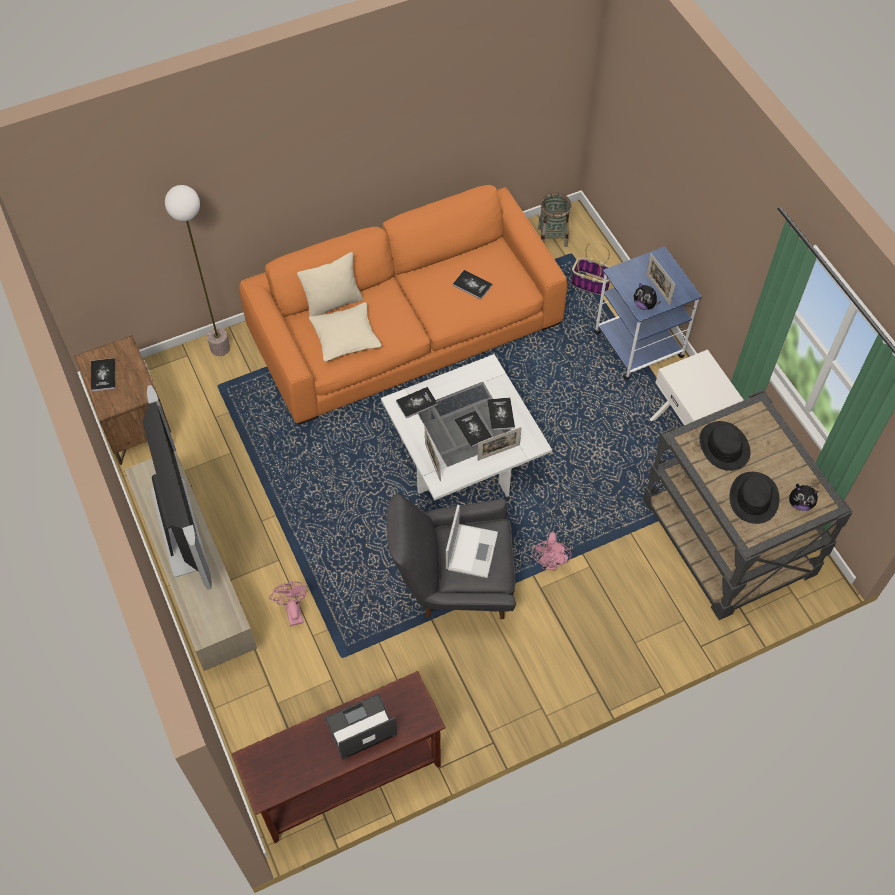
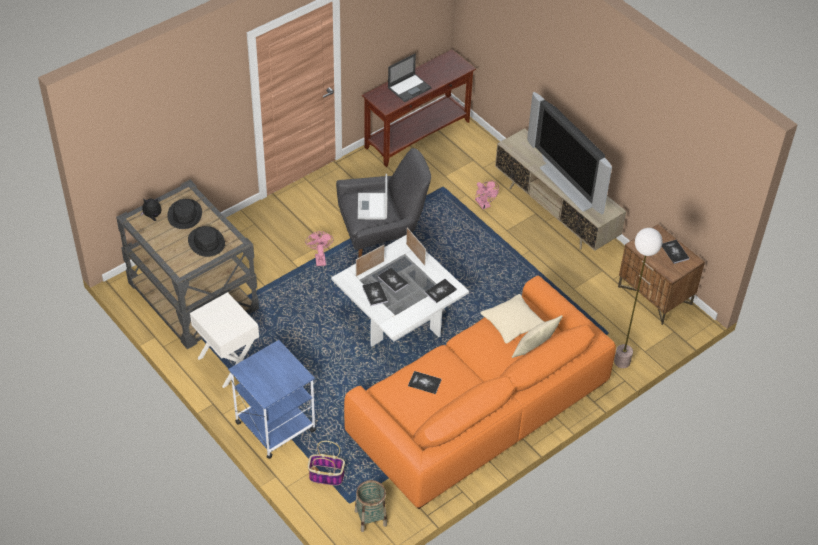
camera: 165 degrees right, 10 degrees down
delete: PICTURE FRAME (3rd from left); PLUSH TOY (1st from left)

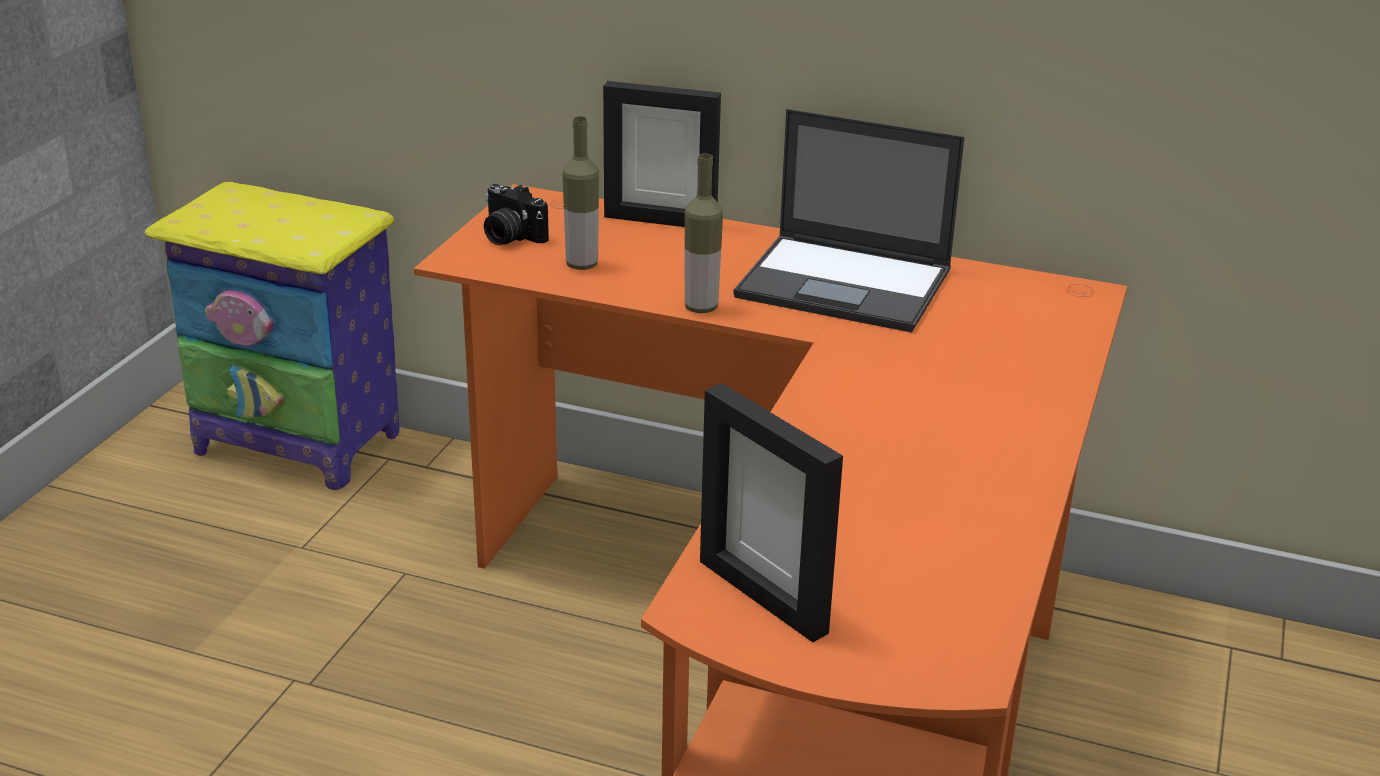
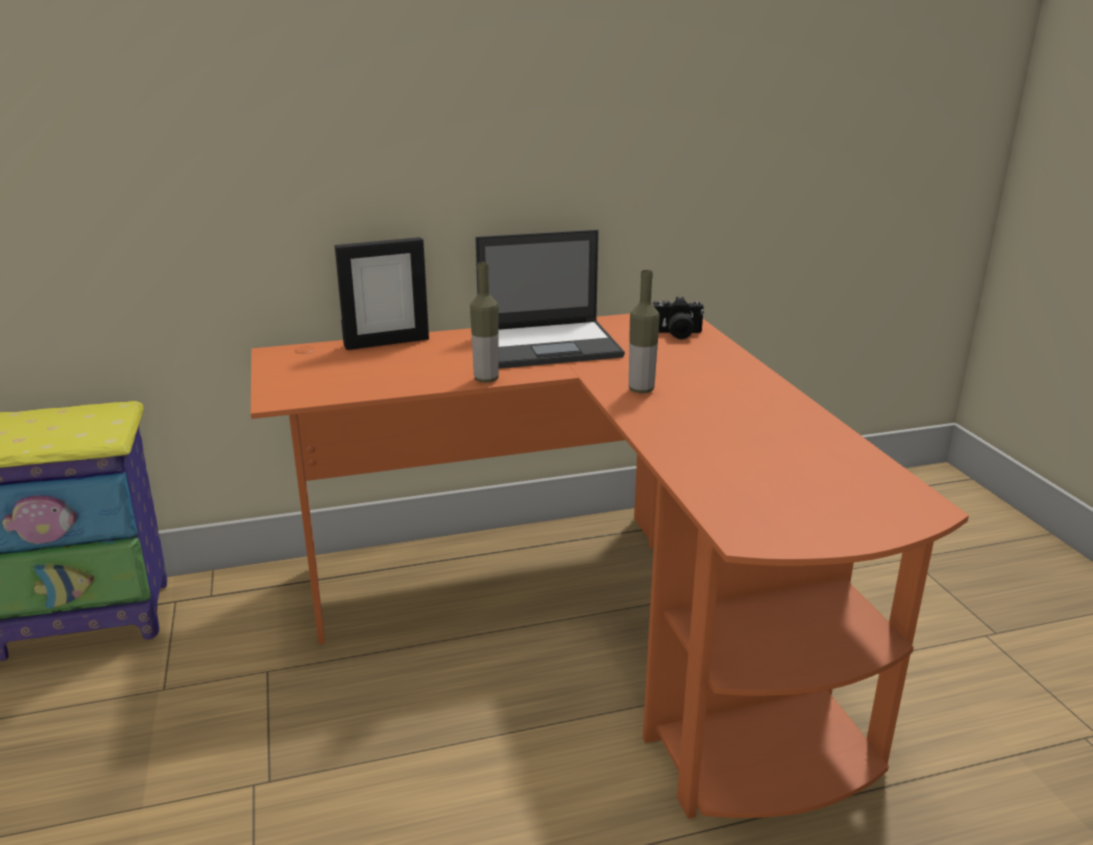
camera: 35 degrees left, 5 degrees down
delete: PICTURE FRAME (2nd from left)
move: BOTTLE (1st from left in the first image) to BOTTLE (2nd from left); PHOTO CAMERA

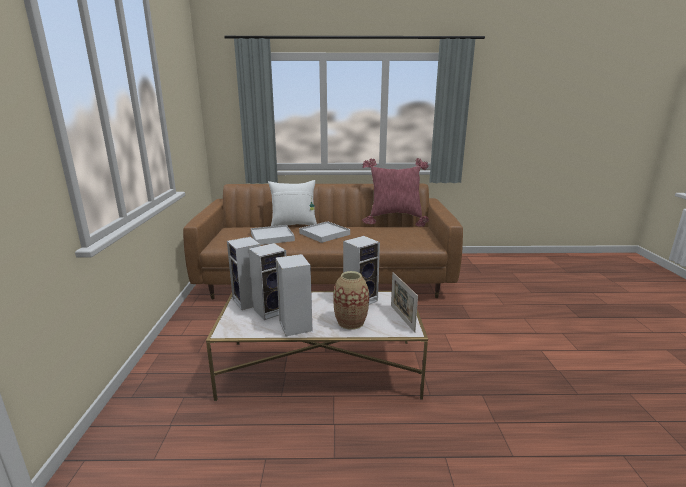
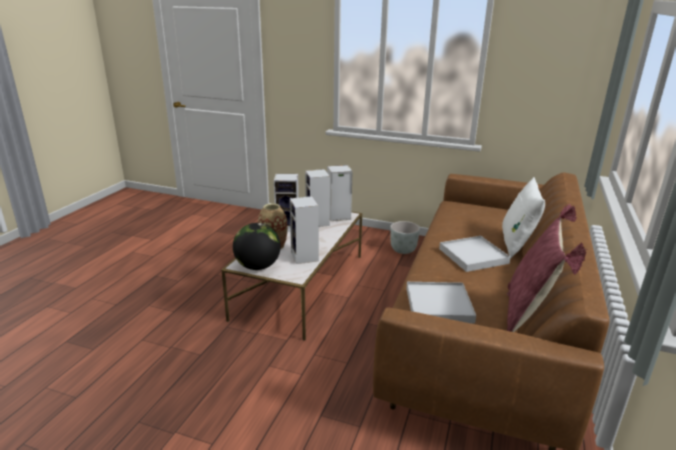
camera: 110 degrees right, 5 degrees up
insert: GREY PLANTER
move: WHITE TRAY (1st from left)
replace: PICTURE FRAME to GLOBE

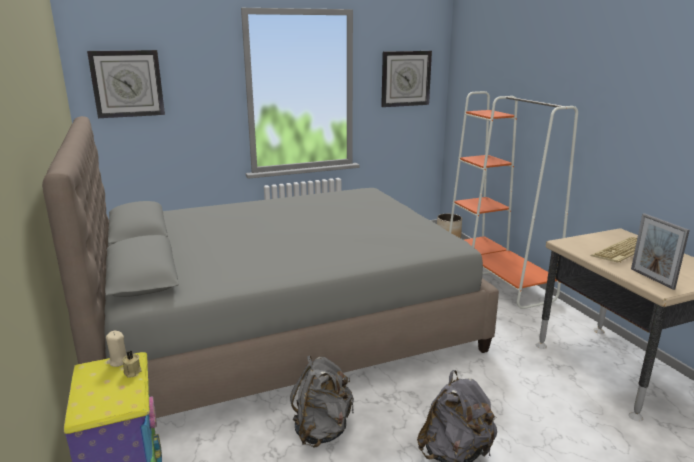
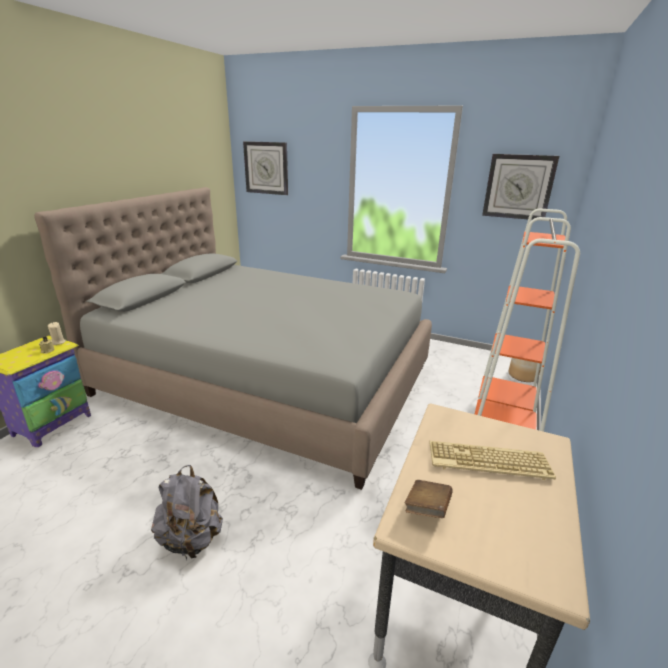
camera: 45 degrees right, 5 degrees up
delete: GREY BACKPACK (1st from left)
replace: PICTURE FRAME to BROWN BOOK

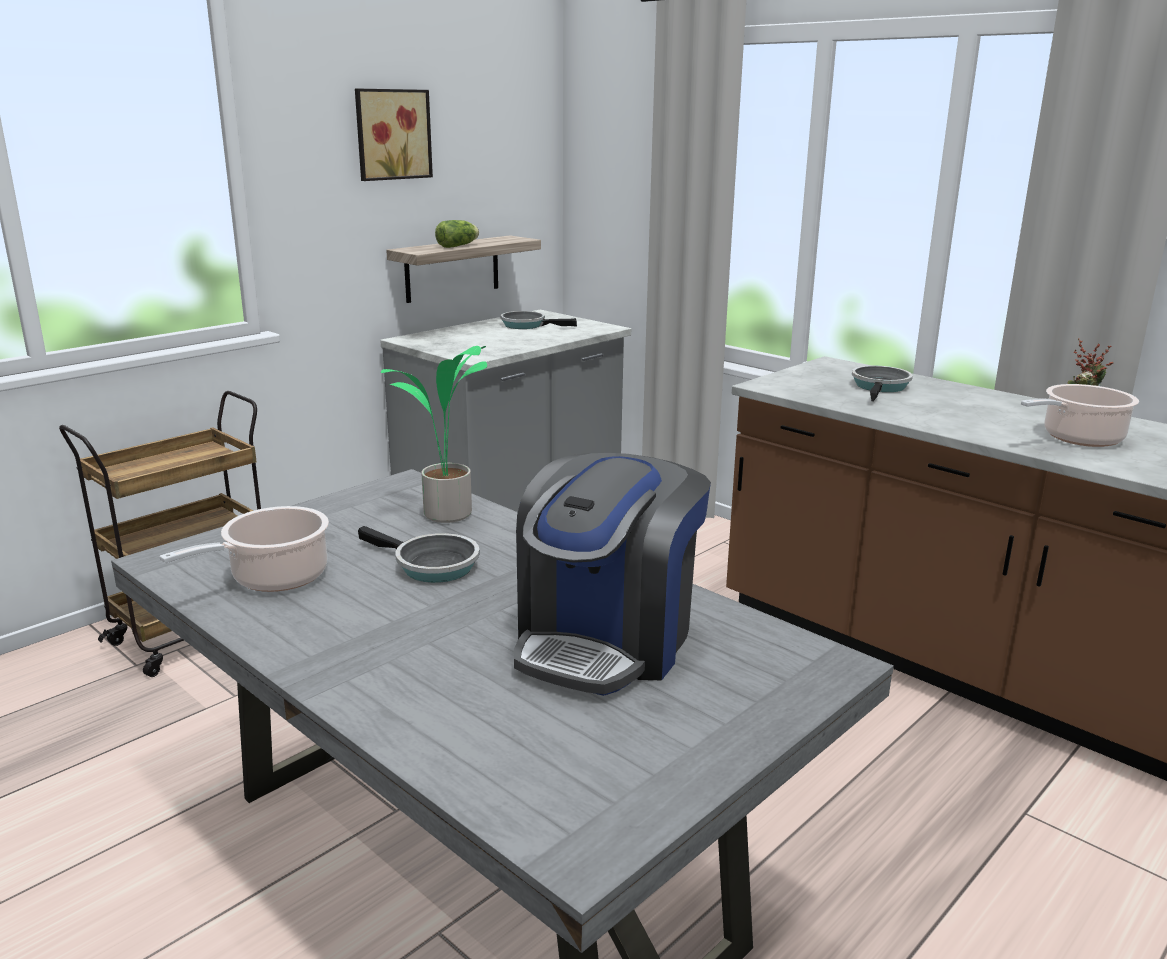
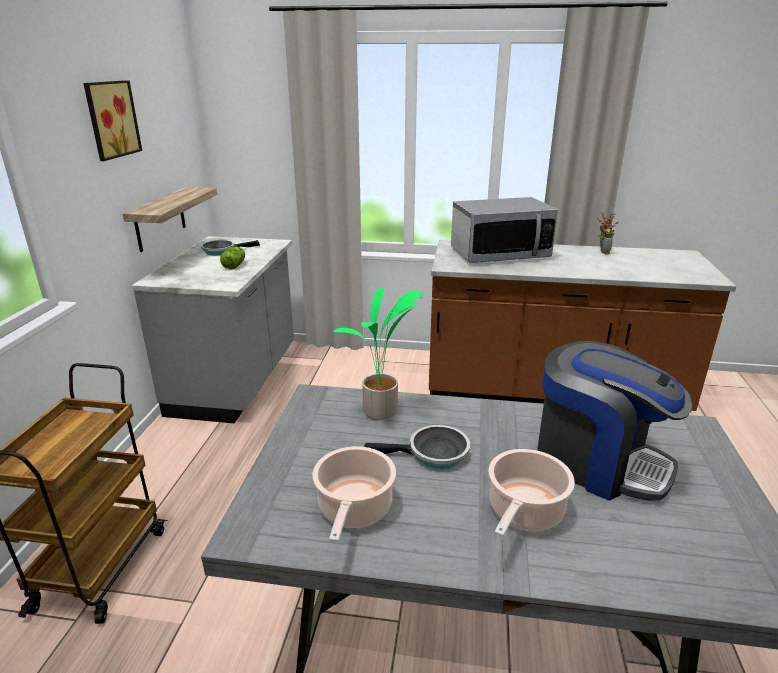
camera: 35 degrees left, 5 degrees up
move: LETTUCE; COOKING POT (2nd from left)
replace: FRYING PAN (3rd from left) to MICROWAVE
rotate: COFFEE MACHINE 45 degrees counterclockwise

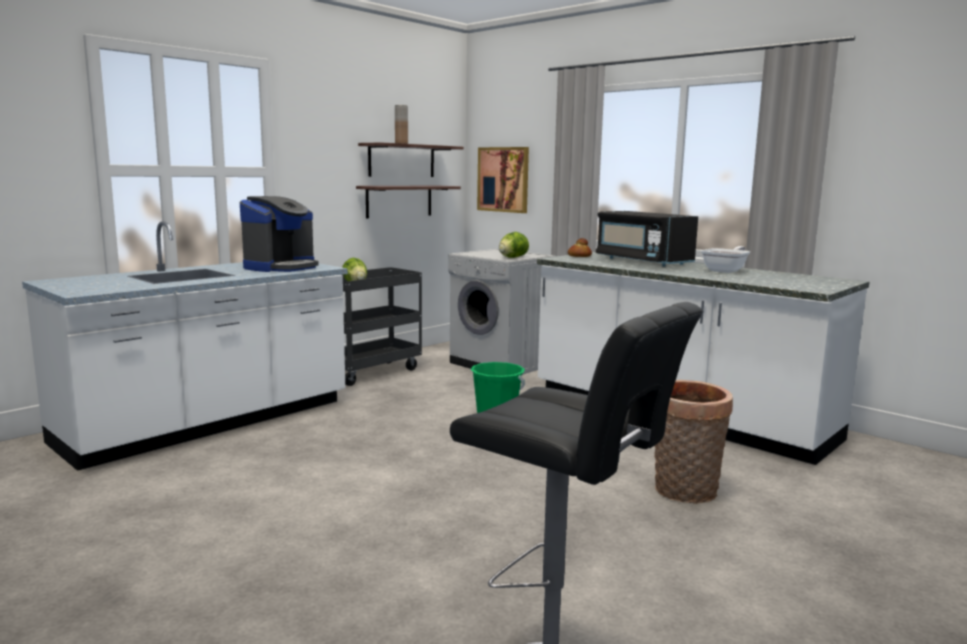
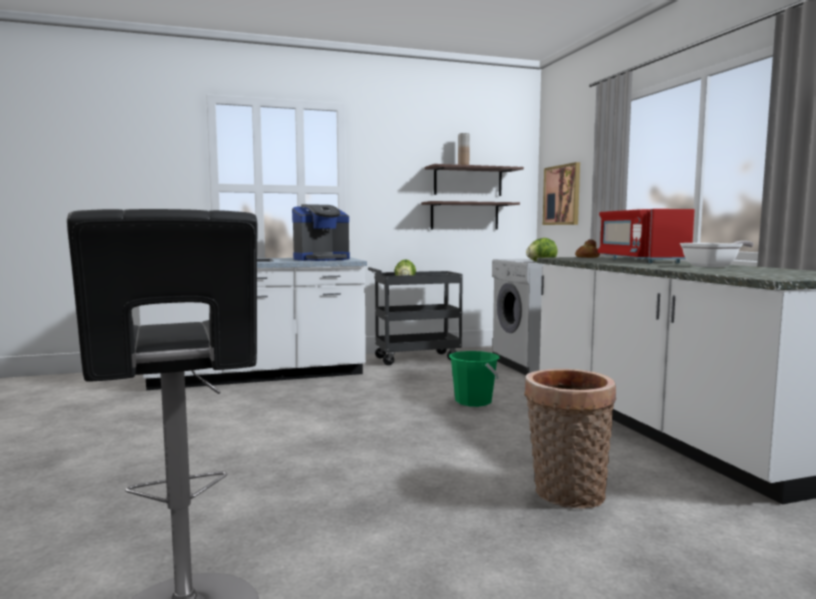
camera: 30 degrees right, 5 degrees down
recolor: BLACK MICROWAVE to RED MICROWAVE

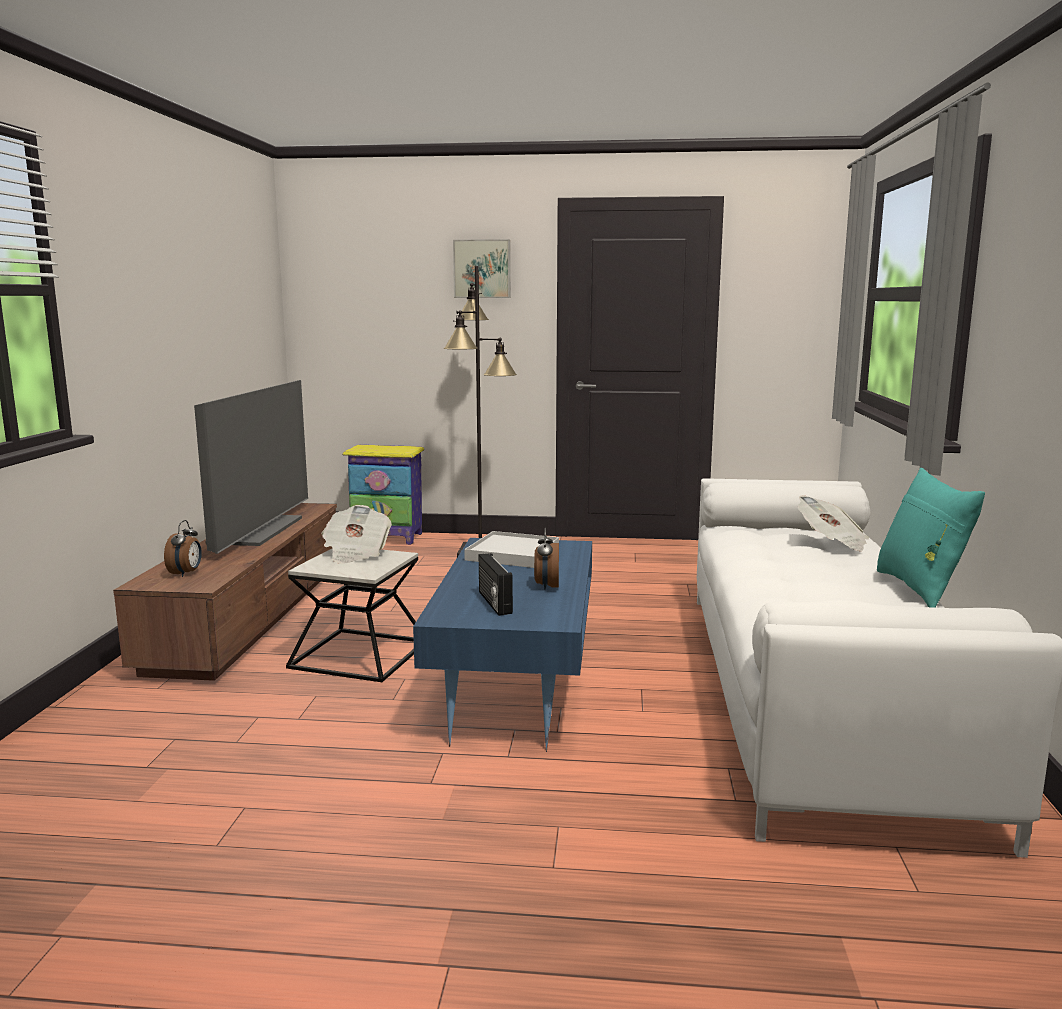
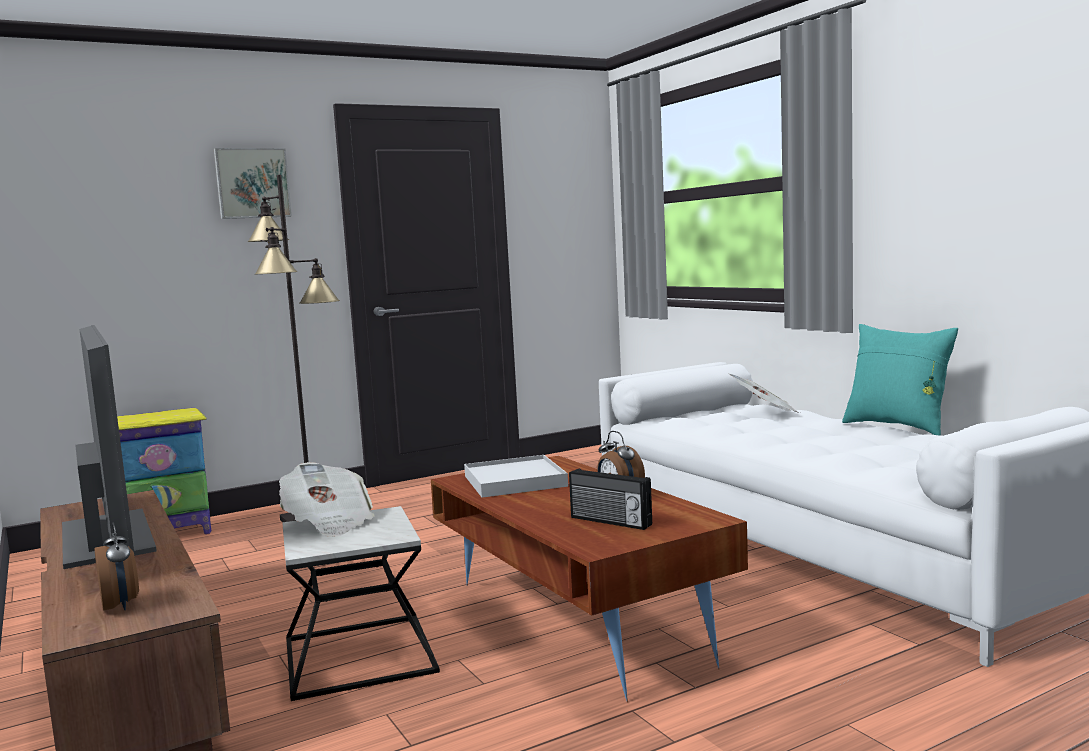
camera: 35 degrees left, 5 degrees down
recolor: BLUE COFFEE TABLE to BROWN COFFEE TABLE

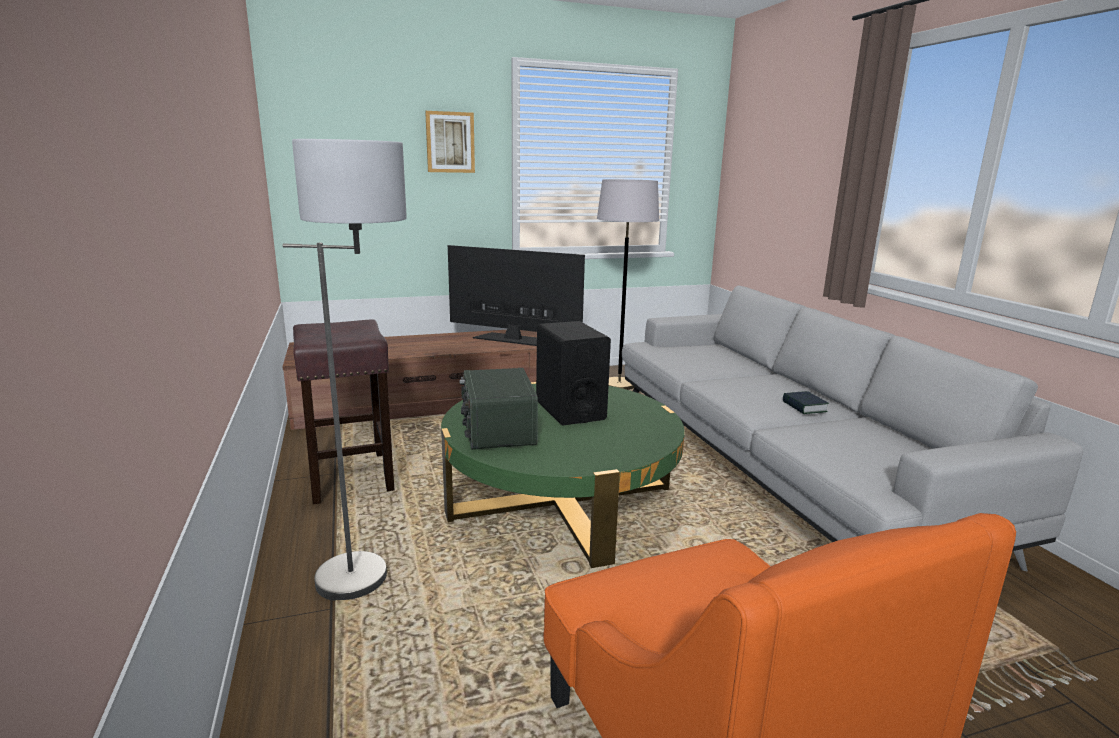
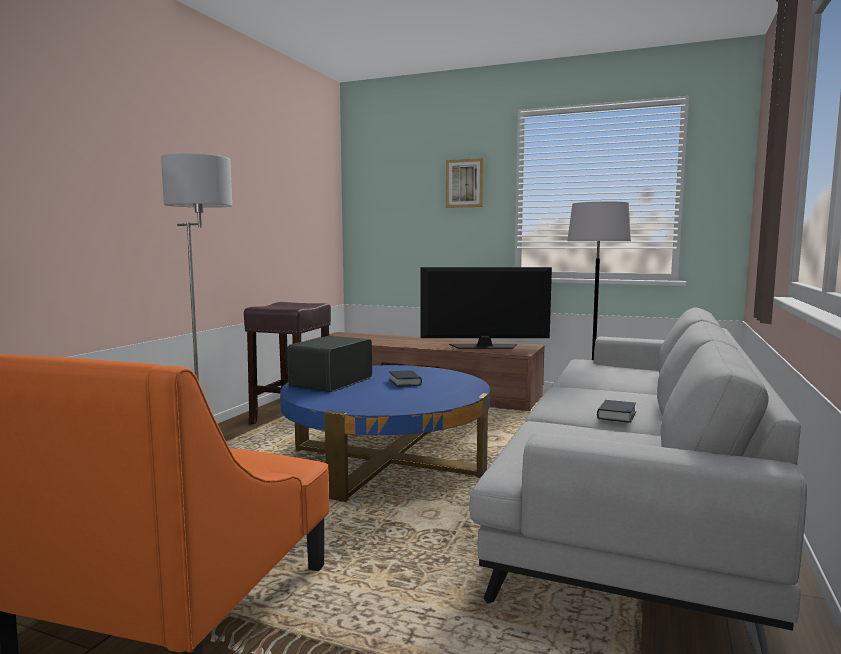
camera: 40 degrees right, 10 degrees down
replace: BLACK SPEAKER to BOOK (1st from left)
recolor: GREEN COFFEE TABLE to BLUE COFFEE TABLE
rotate: TELEVISION 120 degrees clockwise

